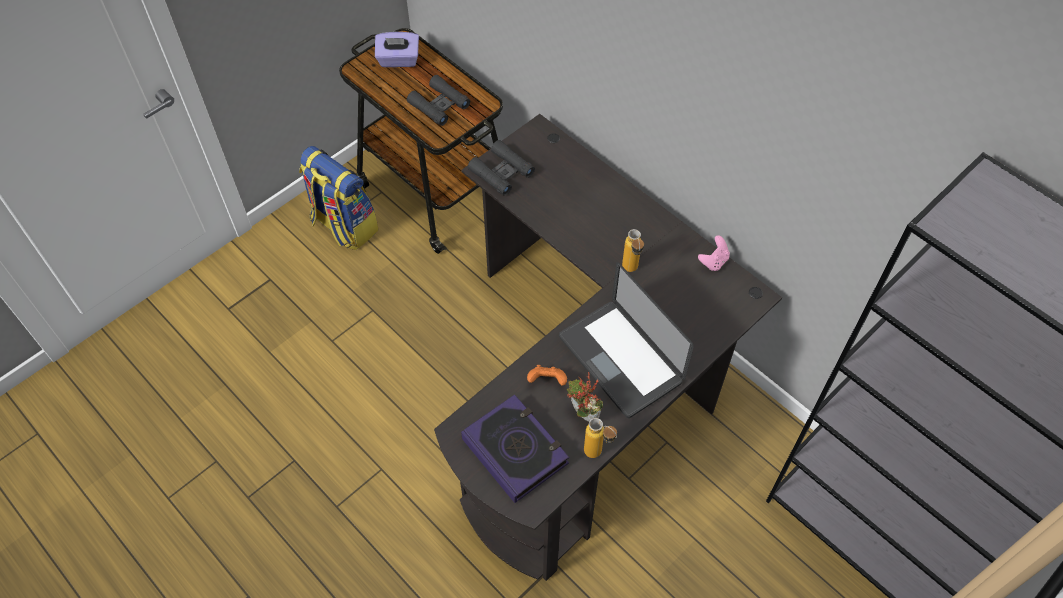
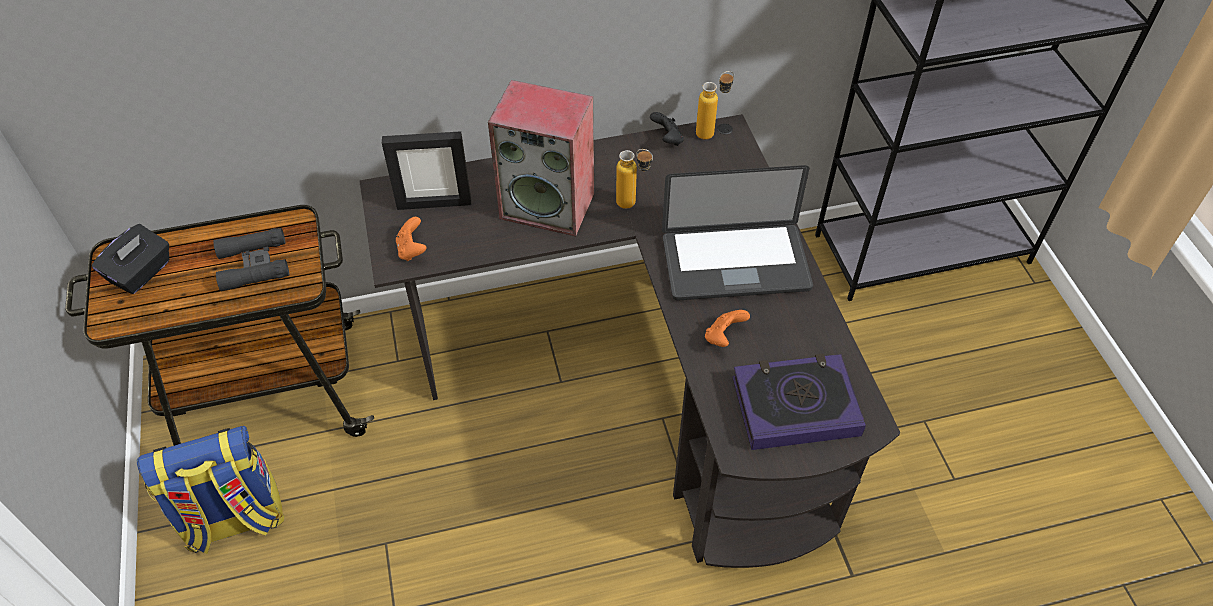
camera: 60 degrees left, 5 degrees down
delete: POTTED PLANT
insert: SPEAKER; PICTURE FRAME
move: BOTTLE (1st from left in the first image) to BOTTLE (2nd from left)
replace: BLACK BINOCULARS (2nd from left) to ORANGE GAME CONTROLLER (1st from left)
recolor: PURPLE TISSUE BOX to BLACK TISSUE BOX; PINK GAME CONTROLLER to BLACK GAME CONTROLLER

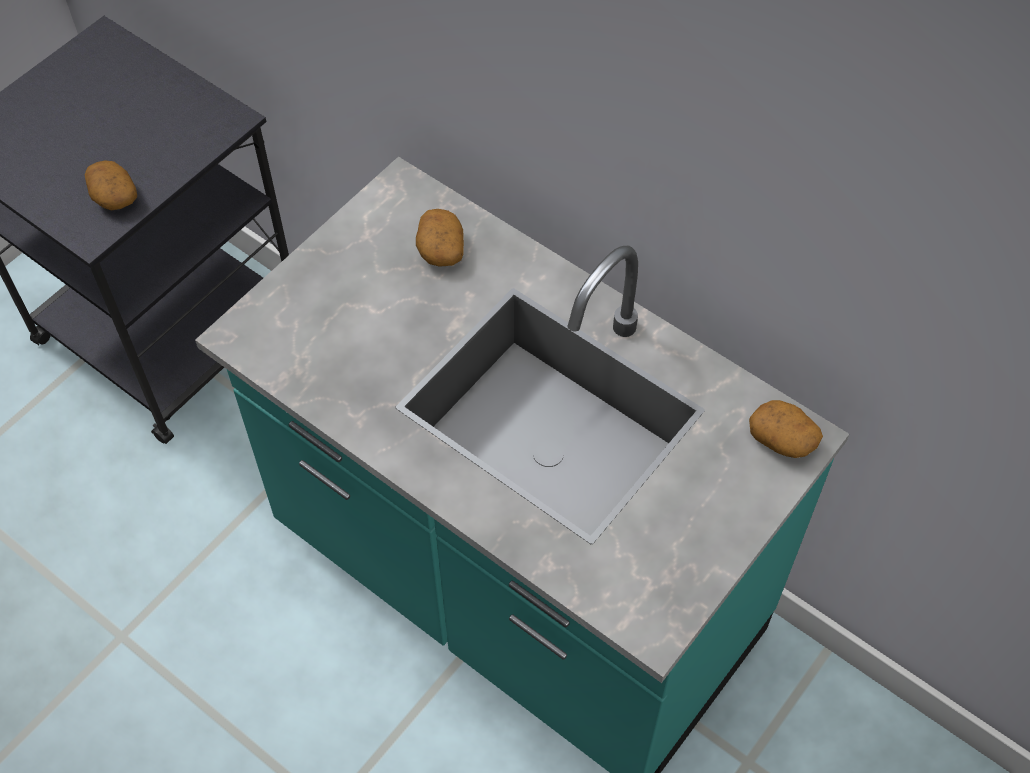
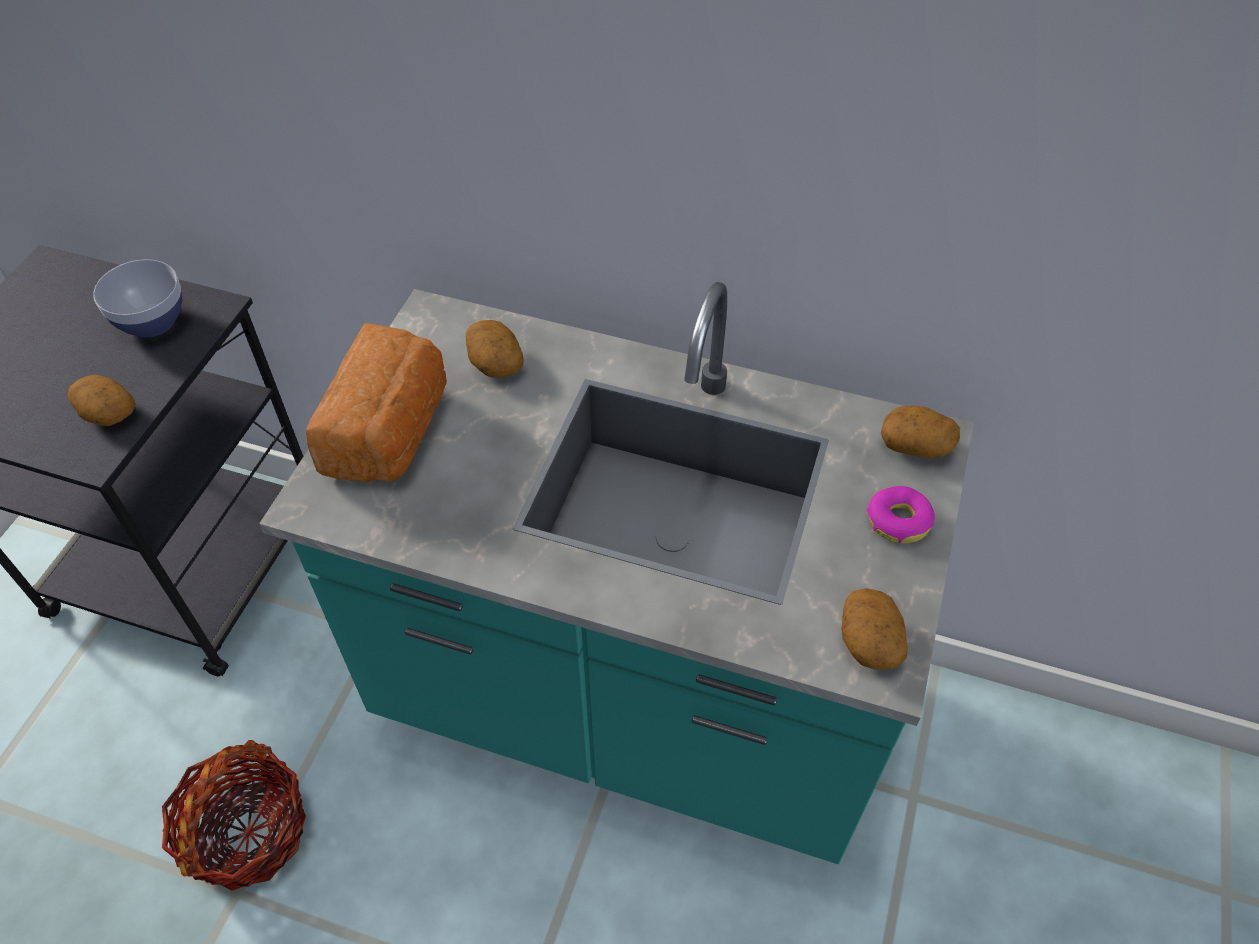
camera: 20 degrees left, 5 degrees down
insert: BOWL; BREAD; DONUT; POTATO (3rd from left); BASKET

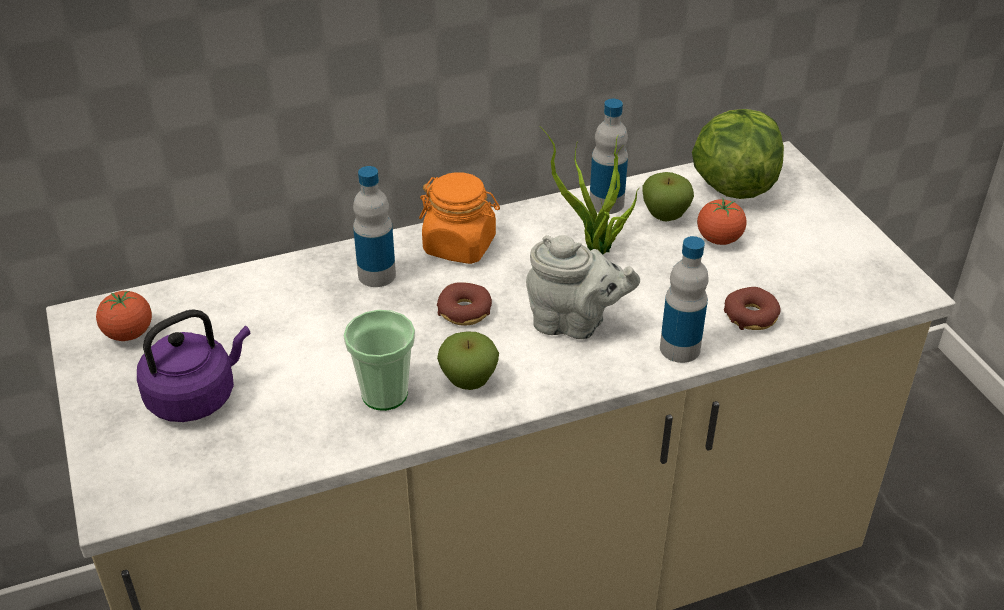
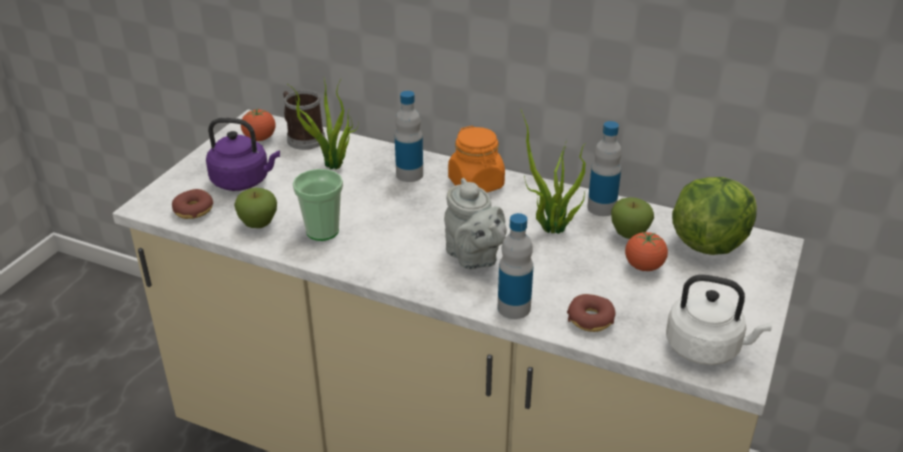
camera: 45 degrees right, 5 degrees down
insert: POTTED PLANT (1st from left); MUG; WHITE KETTLE
move: DONUT (1st from left); APPLE (1st from left)

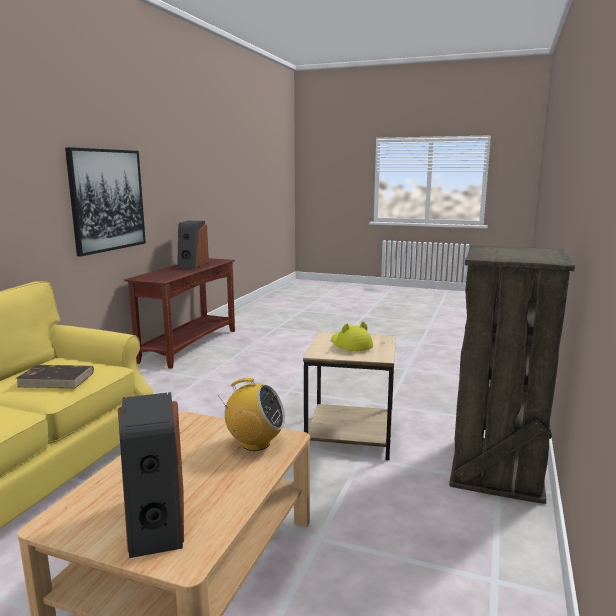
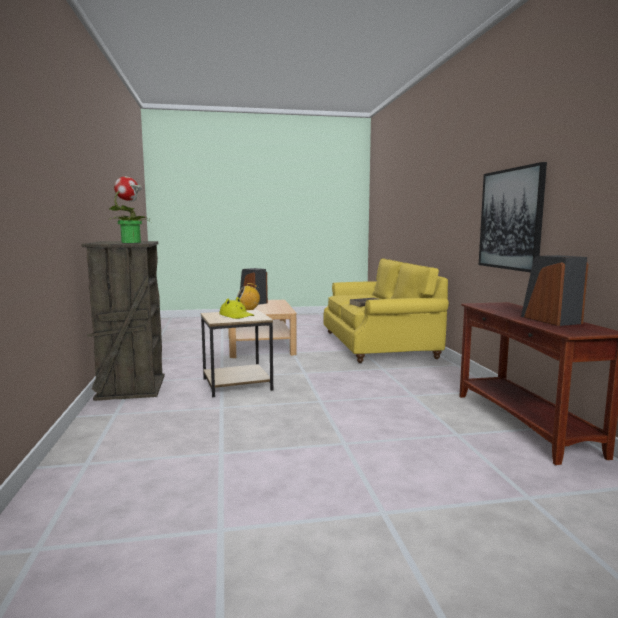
camera: 150 degrees right, 5 degrees down
insert: POTTED PLANT

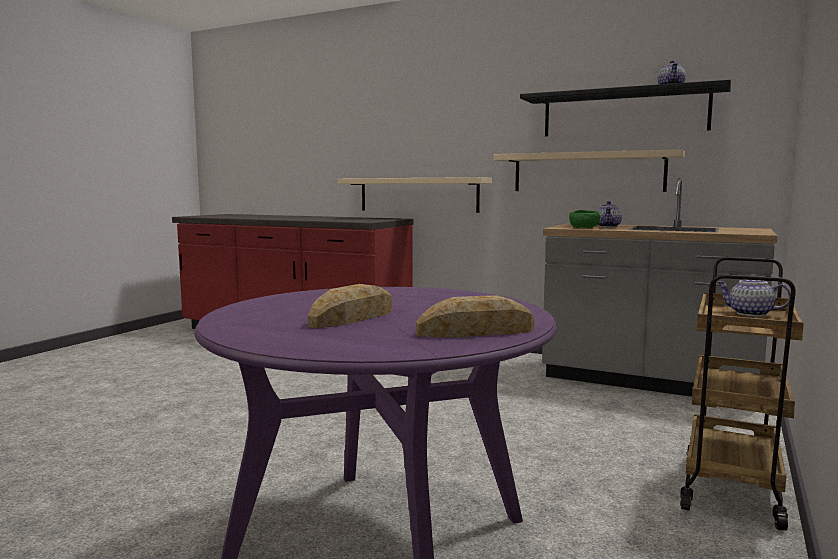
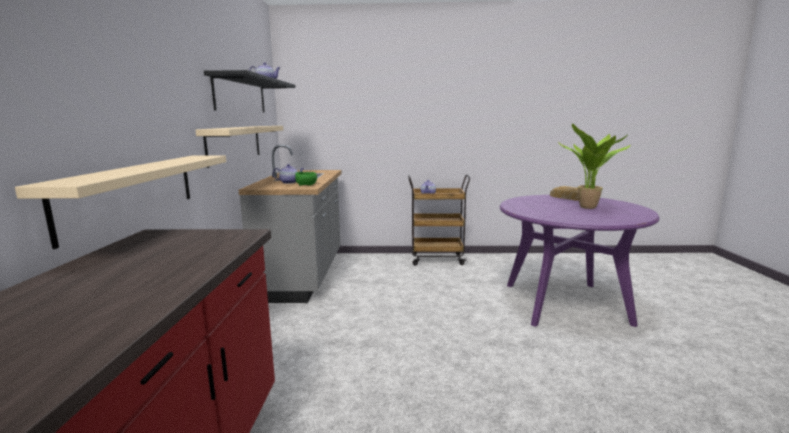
camera: 115 degrees left, 5 degrees up
replace: BREAD (1st from left) to POTTED PLANT

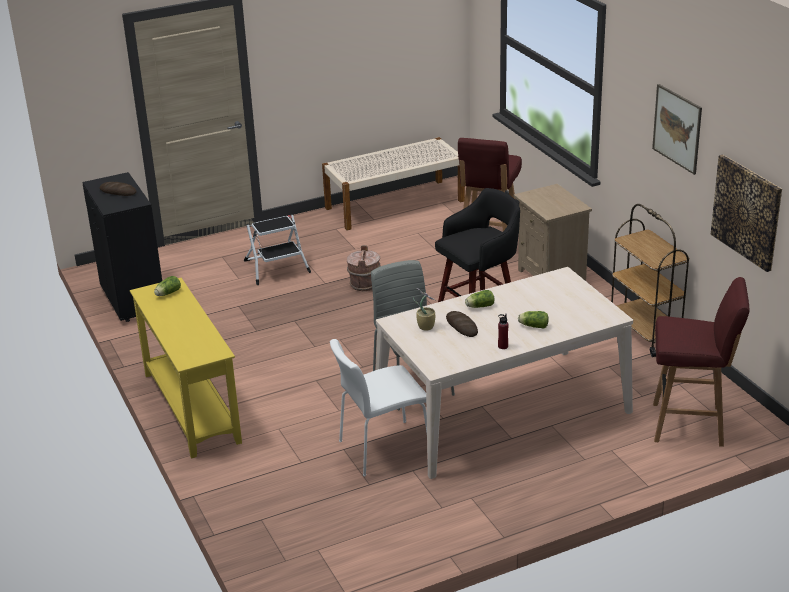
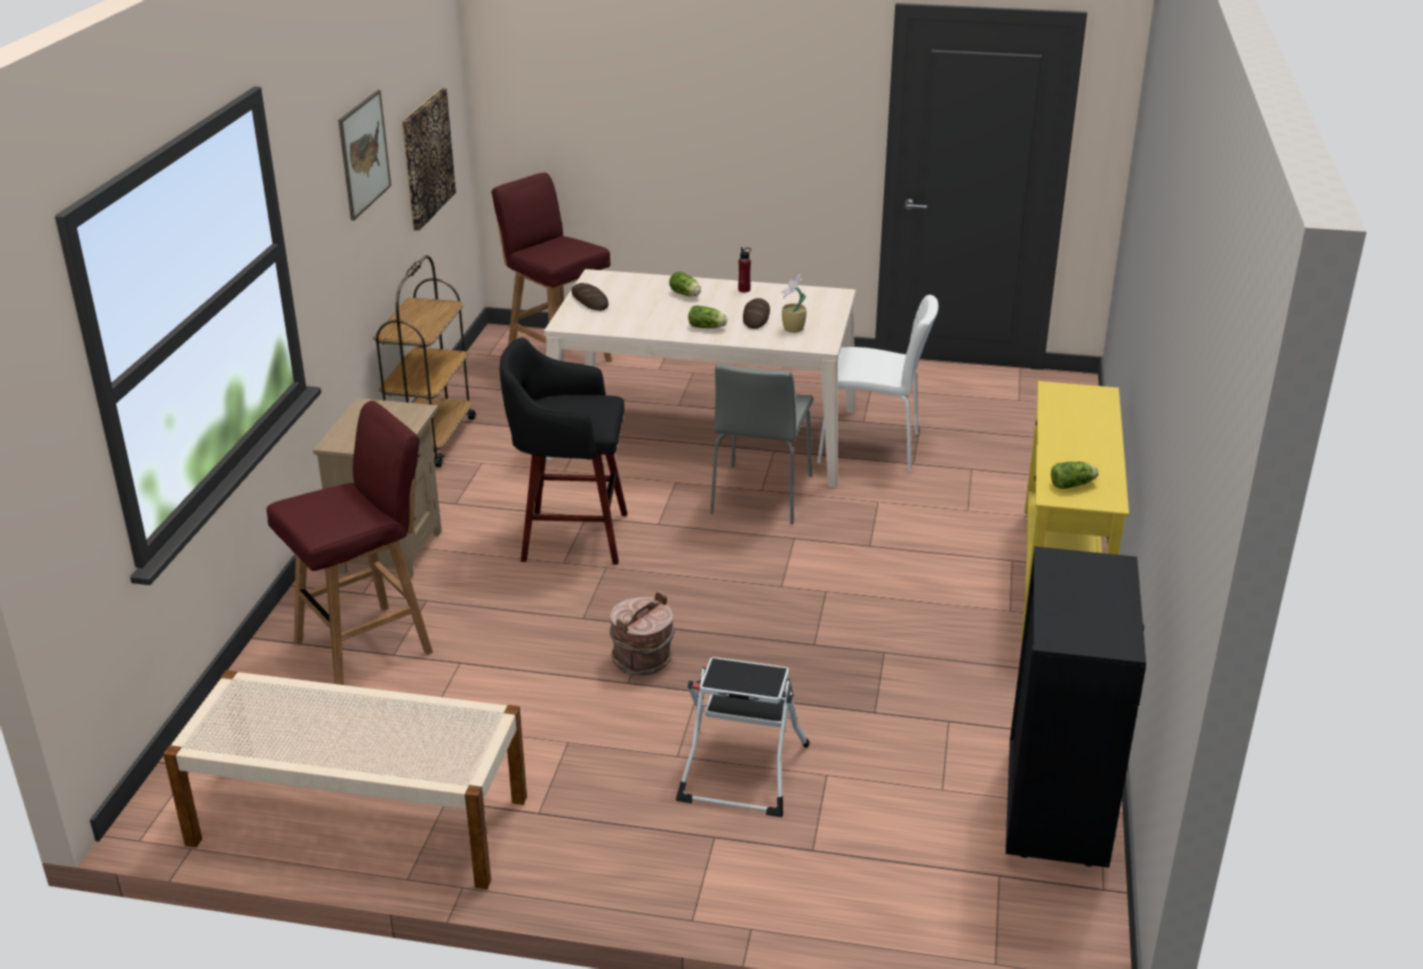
camera: 145 degrees left, 0 degrees up
move: BREAD (1st from left)

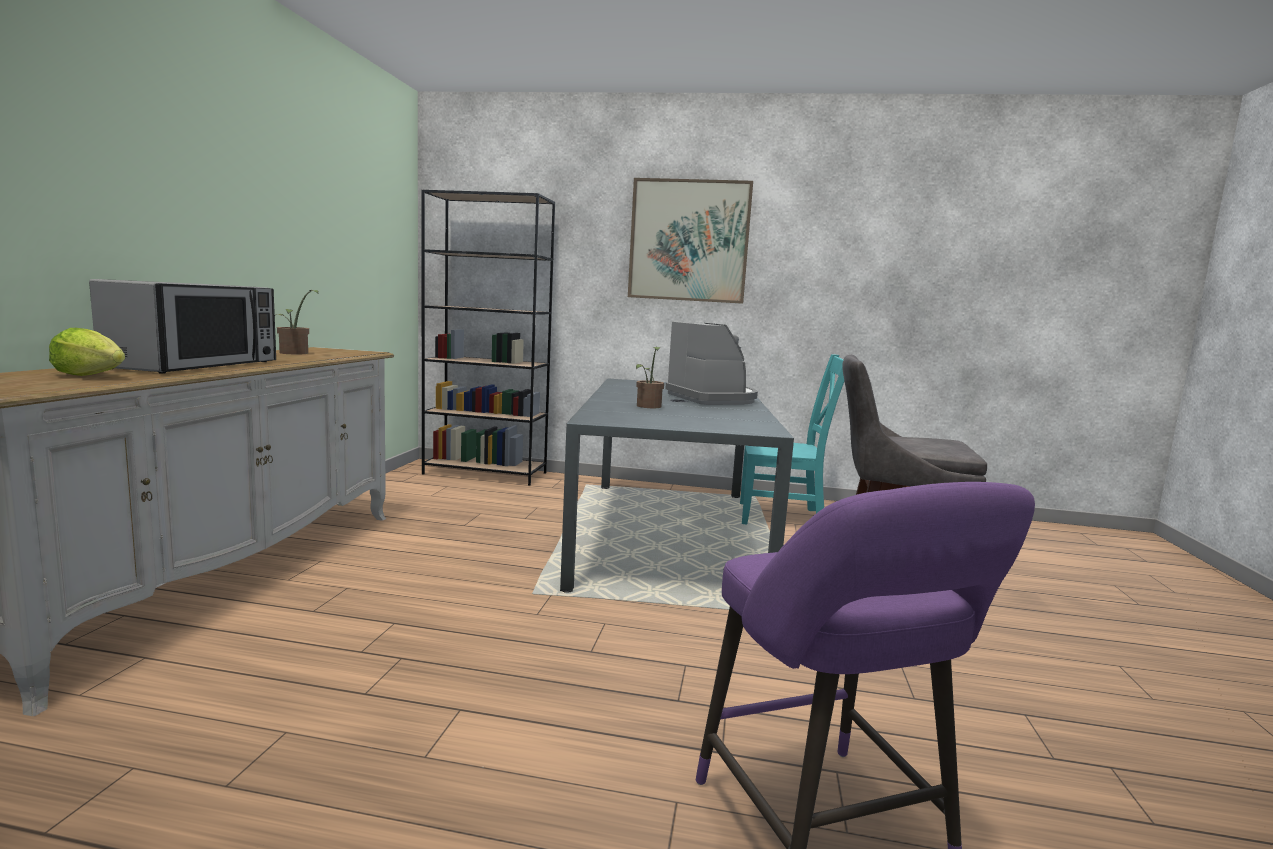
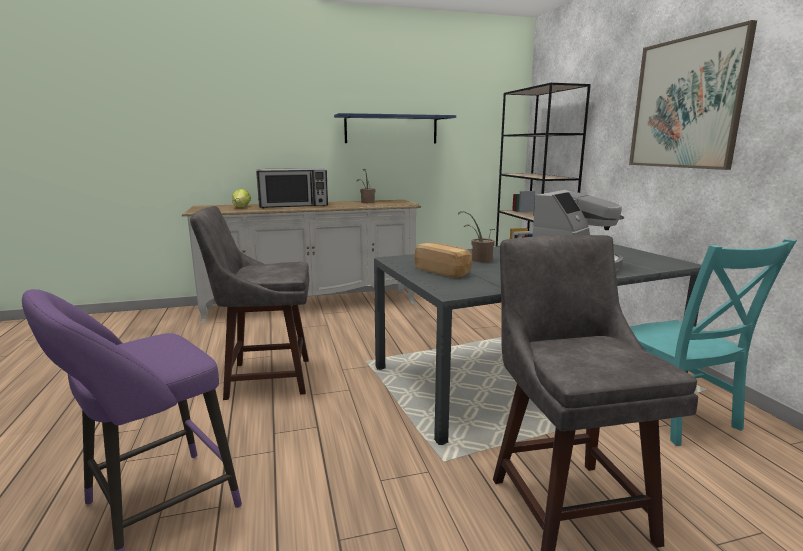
camera: 65 degrees right, 5 degrees up
insert: BLUE SHELF; GREY STOOL (1st from left); BREAD

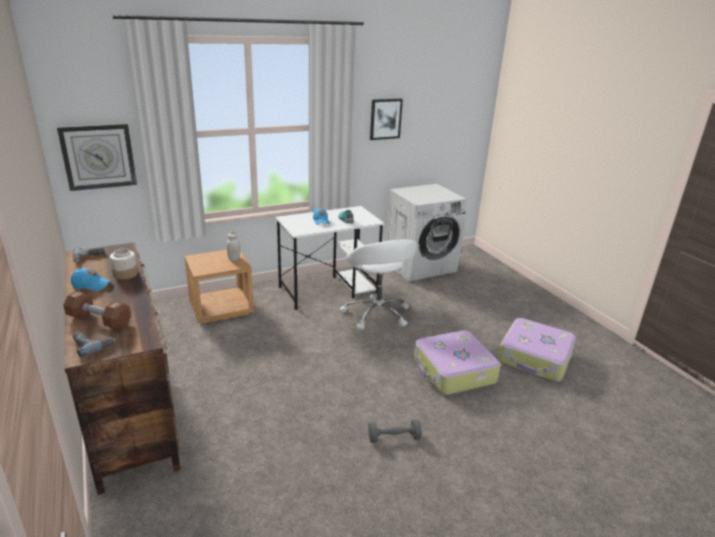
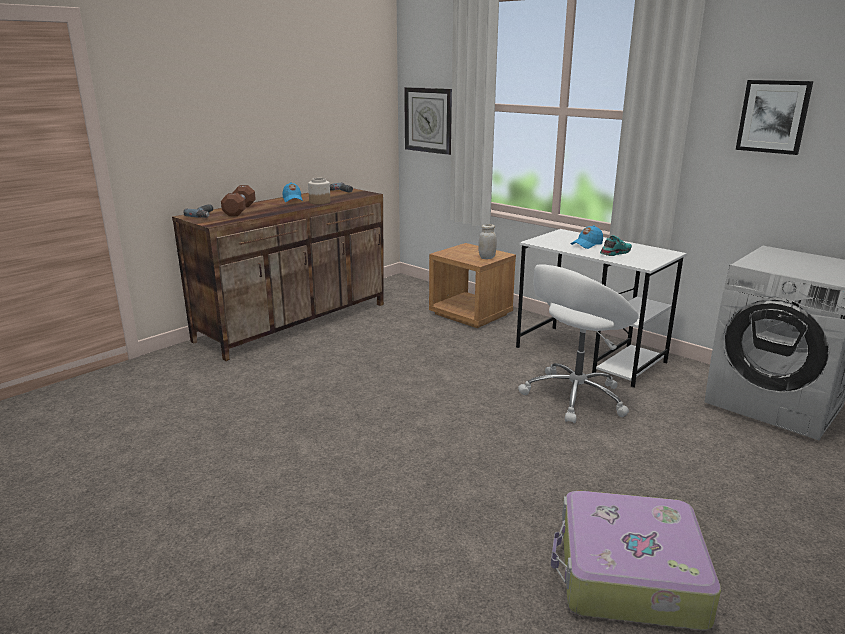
camera: 70 degrees right, 5 degrees down
delete: SUITCASE (1st from left); GREY DUMBBELL

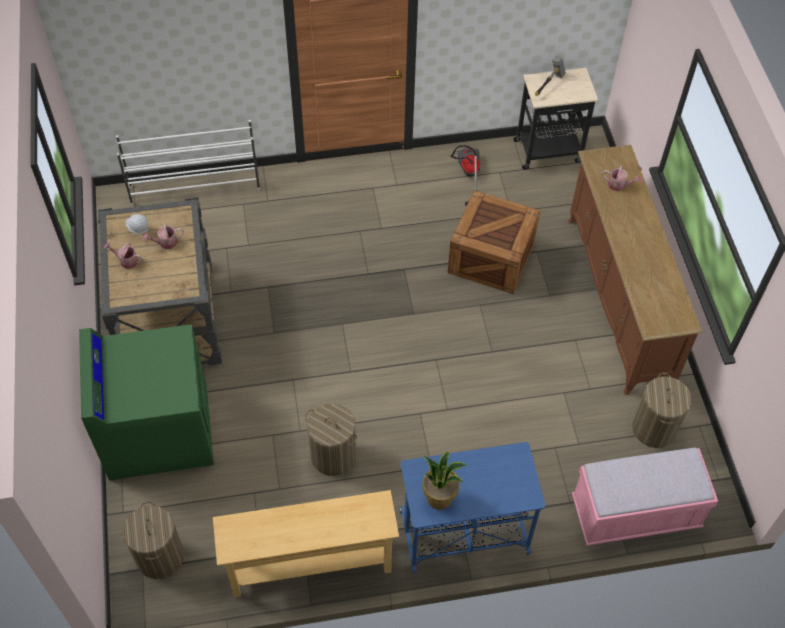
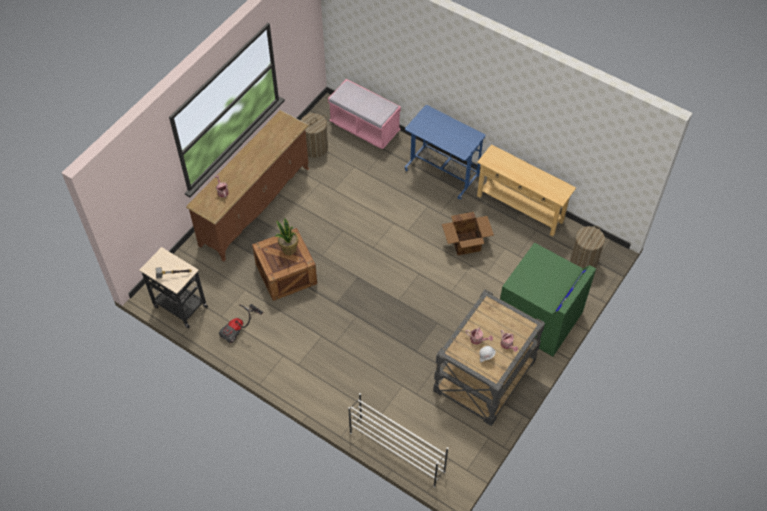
camera: 135 degrees left, 0 degrees up
move: POTTED PLANT
replace: LAUNDRY BASKET (2nd from left) to CARDBOARD BOX

